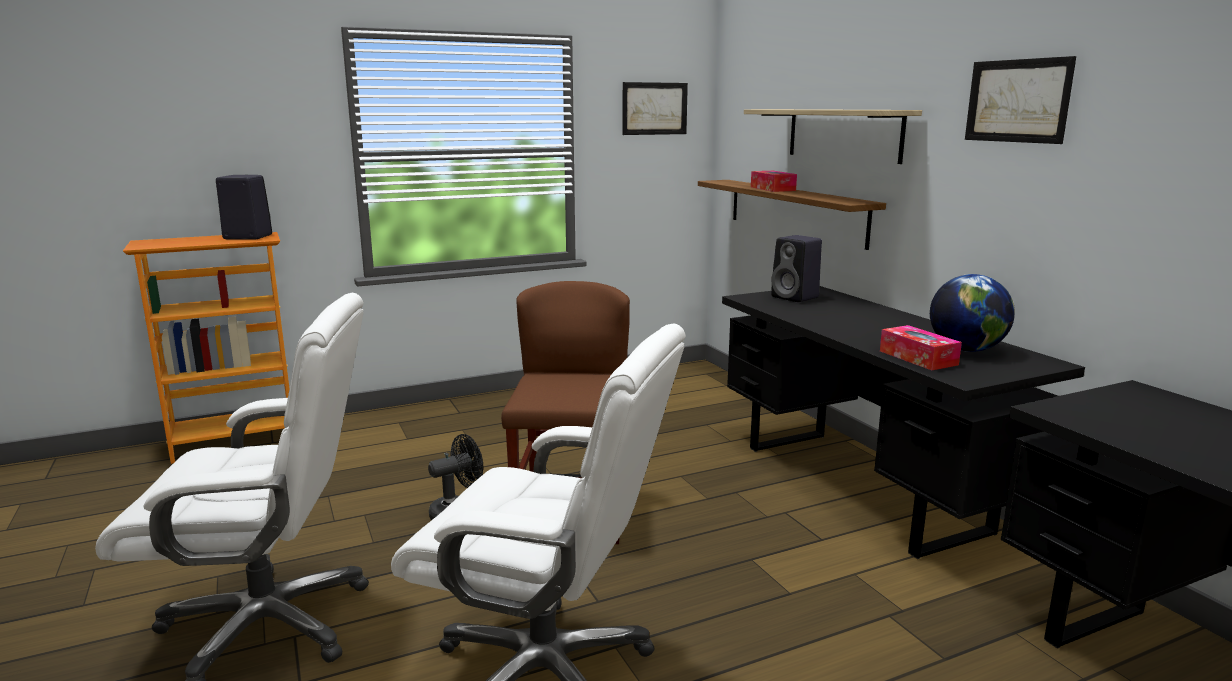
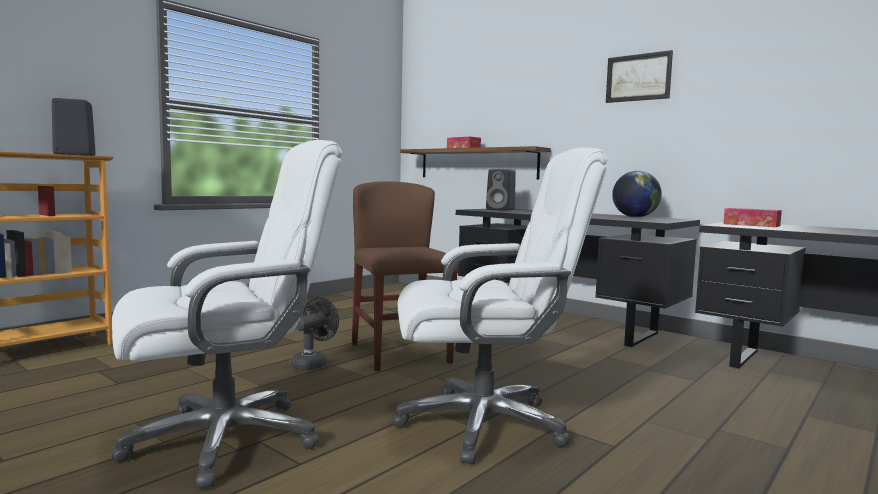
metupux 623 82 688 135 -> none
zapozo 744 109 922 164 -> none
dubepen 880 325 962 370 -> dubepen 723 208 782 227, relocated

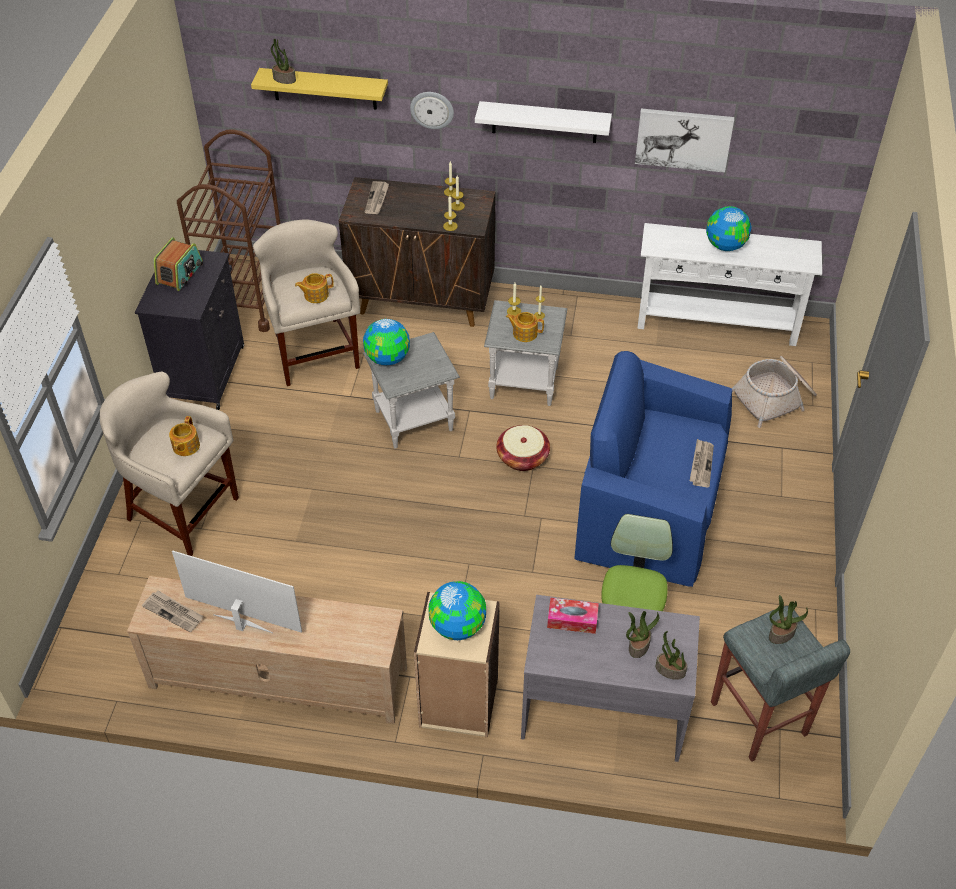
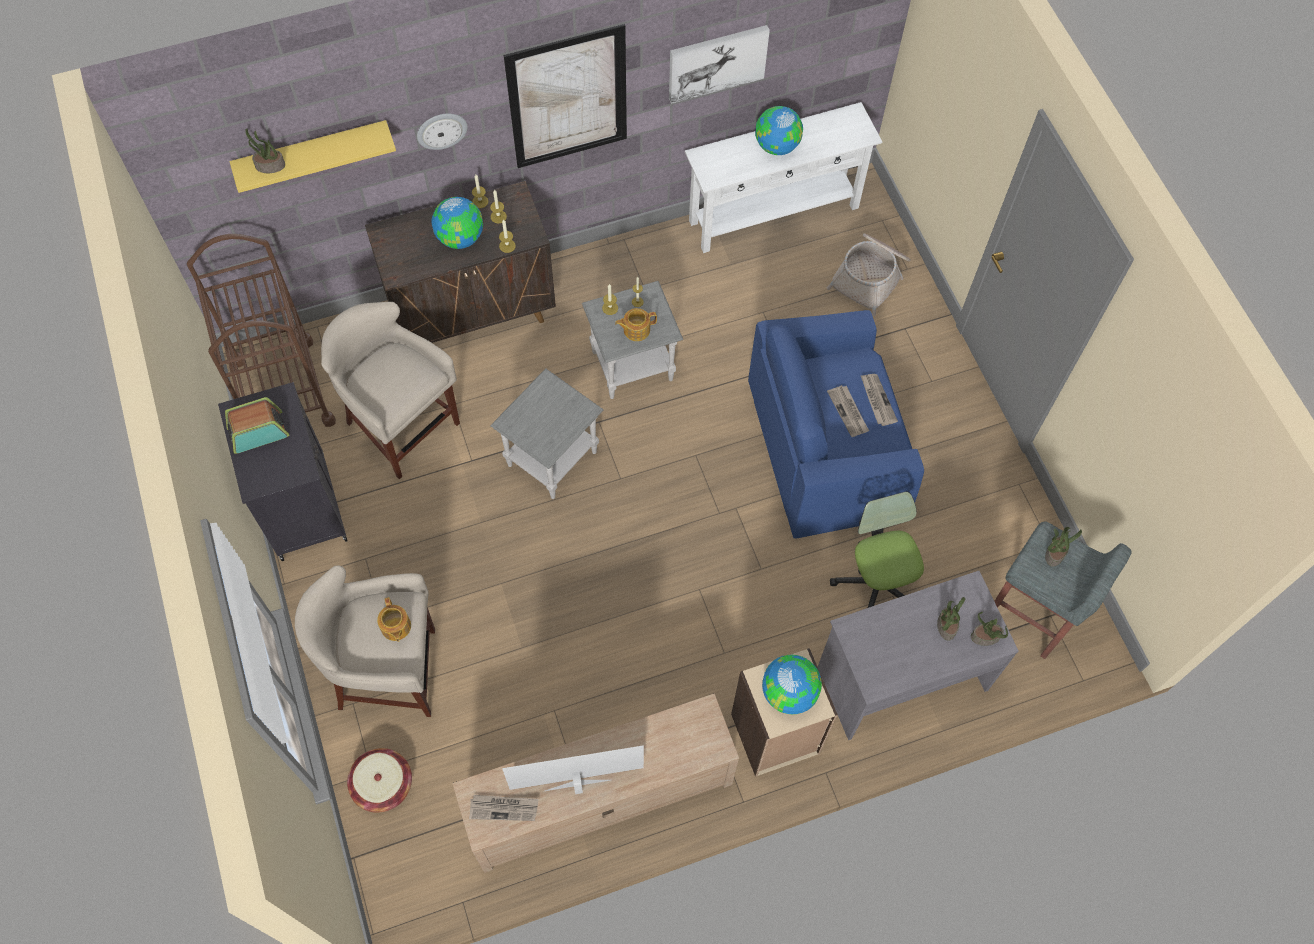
zapozo (white) 475 101 612 143 -> metupux 504 24 627 168
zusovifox 365 181 389 214 -> zusovifox 827 385 869 437, relocated
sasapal 154 237 203 291 -> sasapal 225 397 290 454, 105 degrees counterclockwise
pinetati 295 273 334 303 -> none
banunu 363 319 410 365 -> banunu 431 197 483 249, relocated
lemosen 496 425 550 471 -> lemosen 347 748 412 813, relocated
dubepen 547 598 599 634 -> none

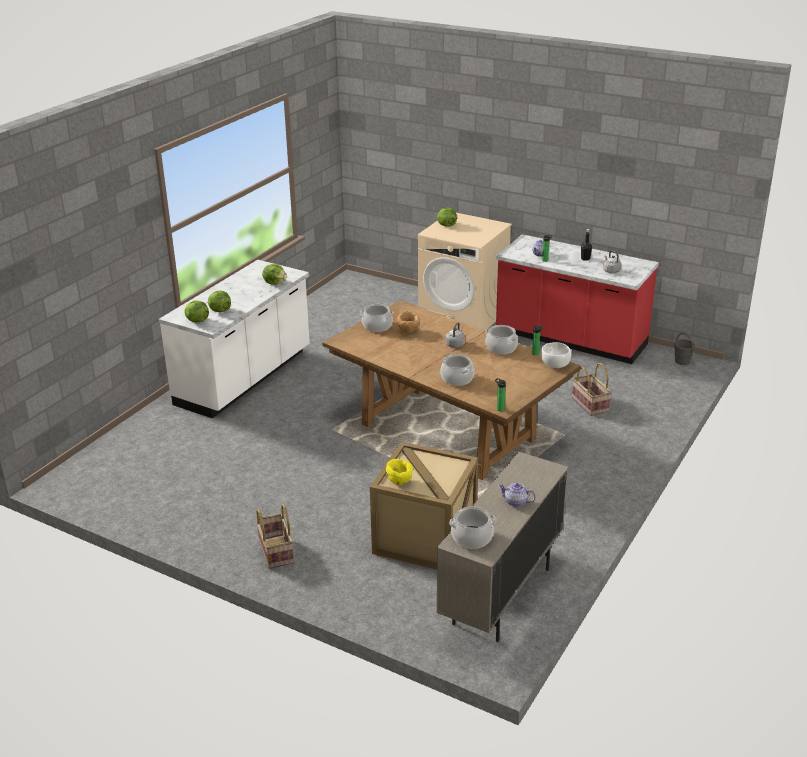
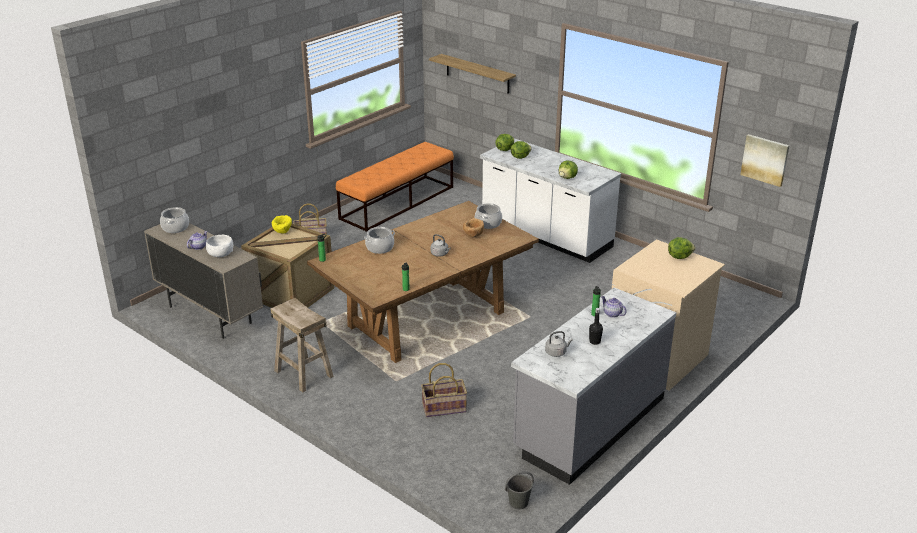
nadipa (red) 496 234 659 364 -> nadipa (grey) 511 287 676 485
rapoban 485 325 518 355 -> none
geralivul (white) 541 342 571 368 -> geralivul (white) 206 235 234 257, relocated
none -> zapozo 429 54 516 94
none -> metupux 740 134 789 187
none -> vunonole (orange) 336 142 454 232
none -> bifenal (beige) 270 298 334 392

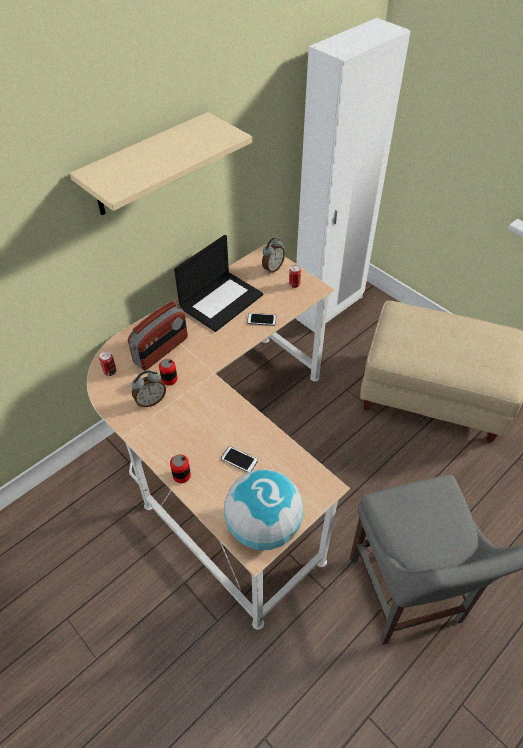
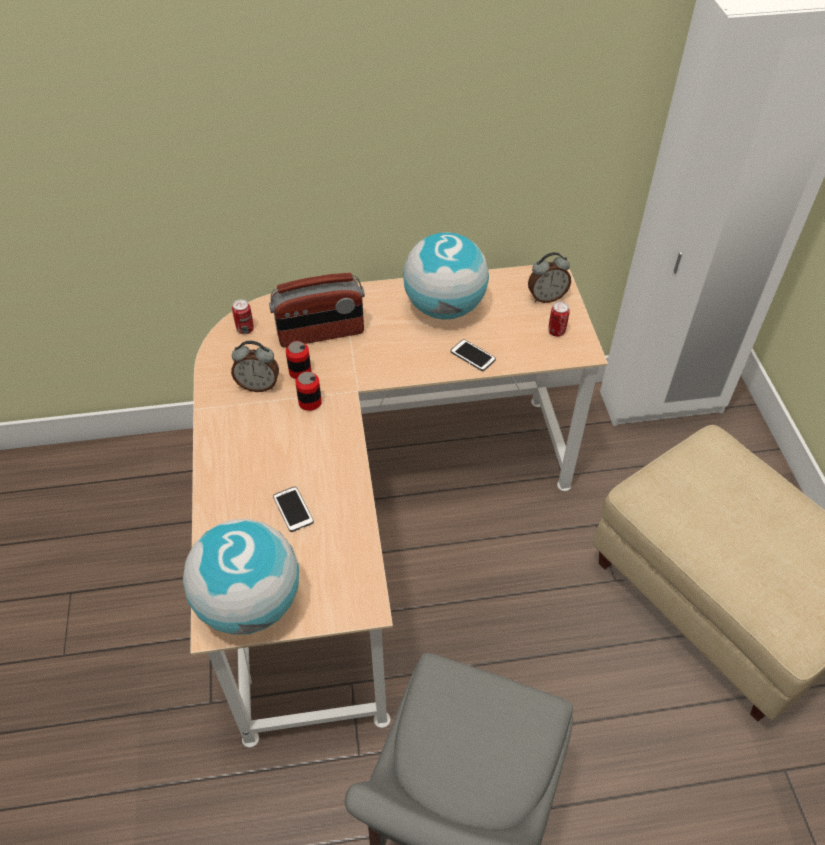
zapozo (beige) 70 112 252 215 -> none
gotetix 174 235 263 332 -> banunu 403 232 489 320
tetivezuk 170 455 191 483 -> tetivezuk 295 372 322 411, relocated

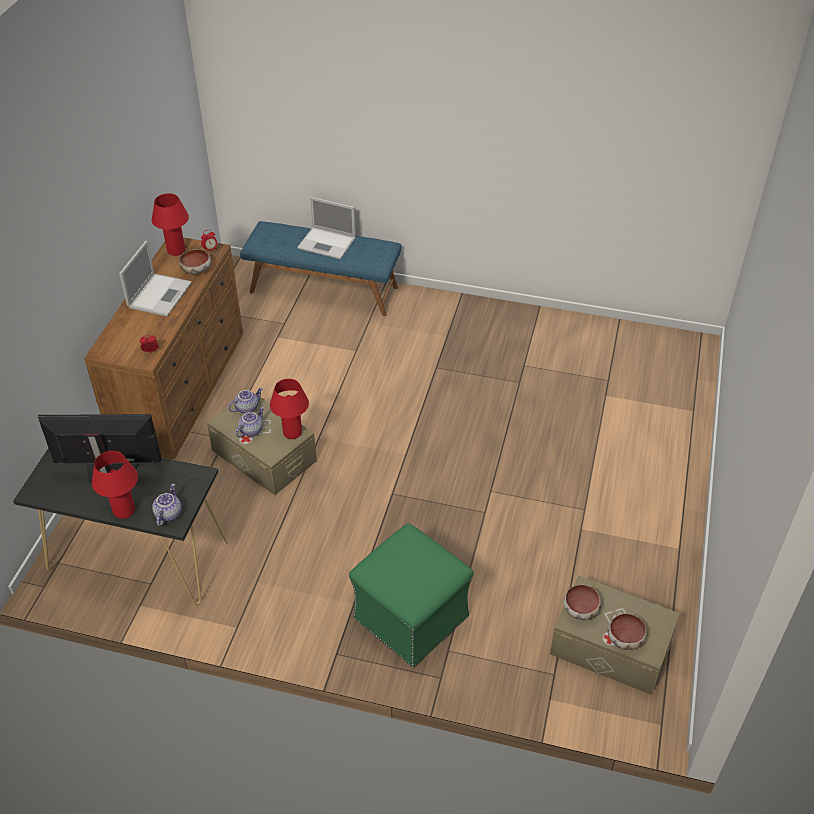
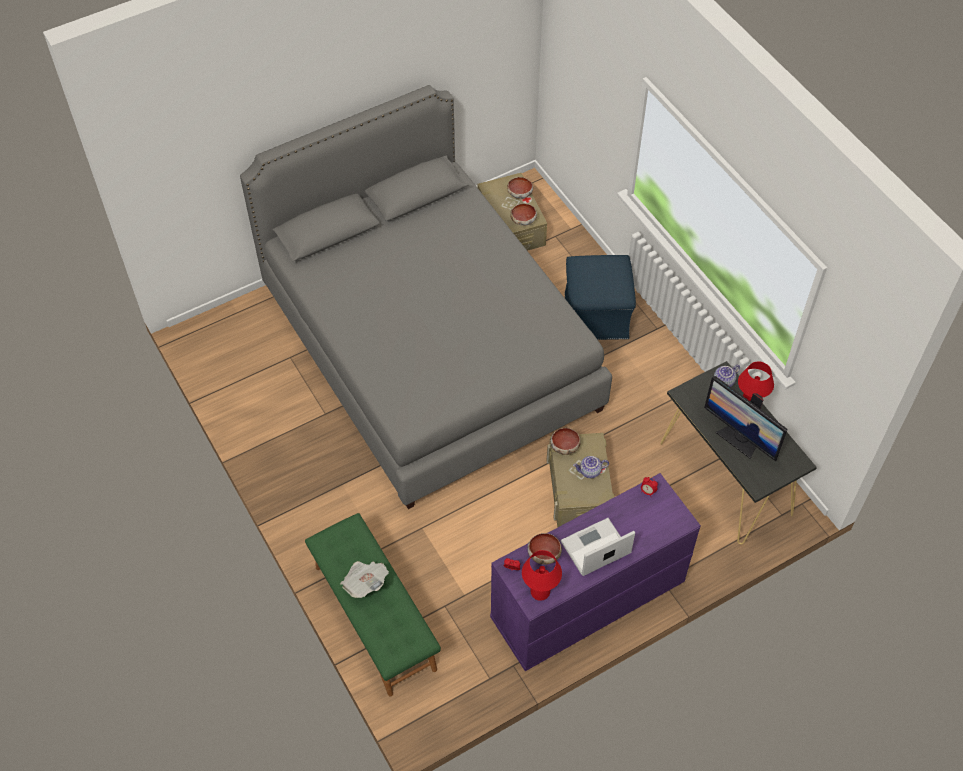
gotetix 297 197 356 260 -> zusovifox 340 561 389 598
vunonole (blue) 240 221 402 316 -> vunonole (green) 305 513 441 696
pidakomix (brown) 84 237 243 460 -> pidakomix (purple) 490 473 701 671
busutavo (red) 270 379 309 439 -> geralivul 551 428 581 455
pinetati 228 388 263 414 -> none
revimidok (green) 349 523 474 667 -> revimidok (blue) 564 255 636 340
none -> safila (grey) 240 85 612 509

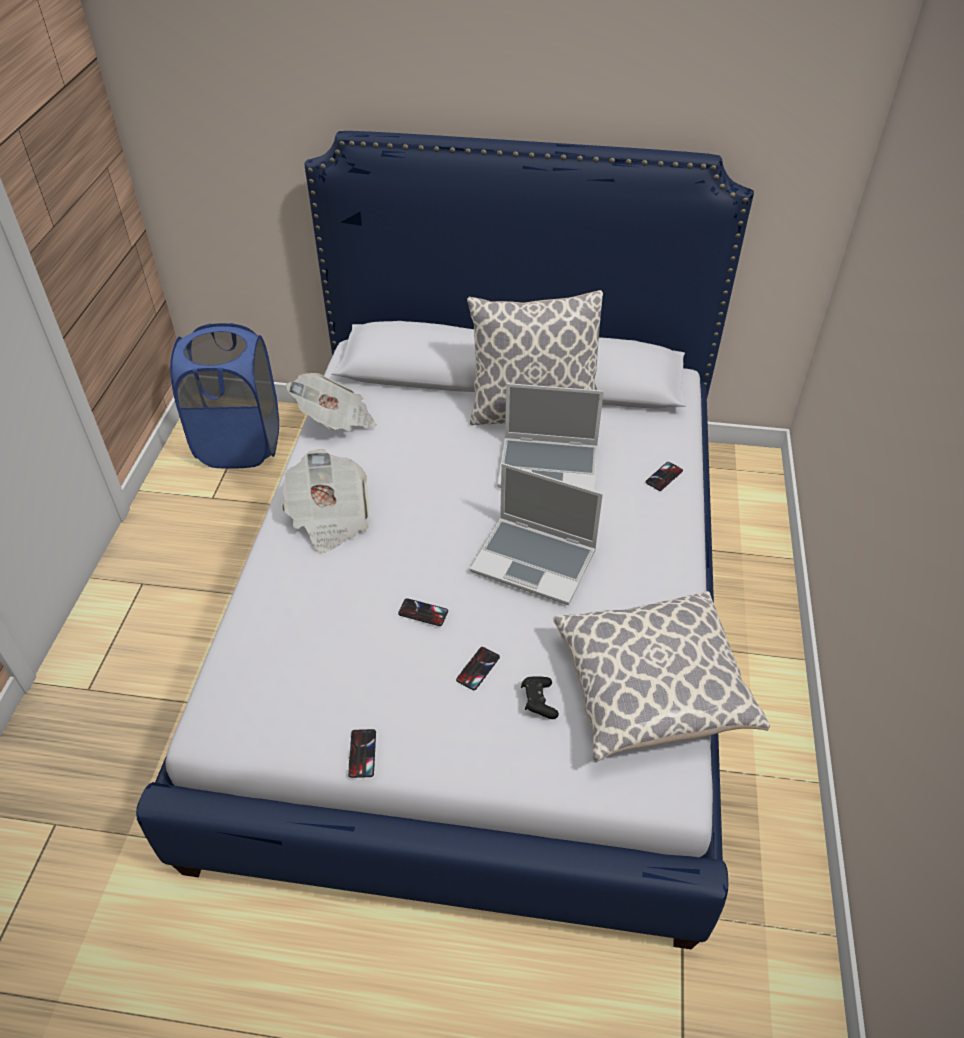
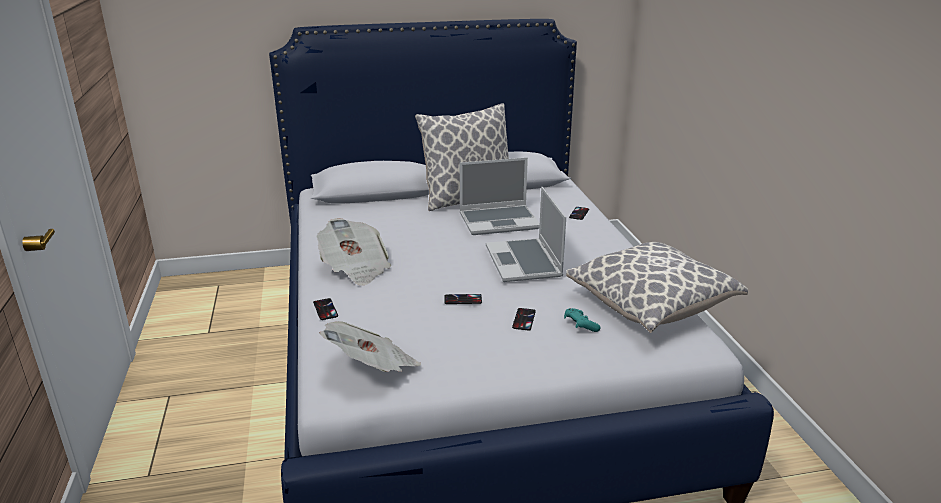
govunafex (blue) 170 323 279 469 -> none
zusovifox 286 373 377 431 -> zusovifox 319 321 421 372, relocated
gotetix 470 463 603 605 -> gotetix 486 187 566 282, 75 degrees clockwise
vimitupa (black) 521 676 559 719 -> vimitupa (turquoise) 564 308 600 332
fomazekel 348 729 376 778 -> fomazekel 313 298 338 320, relocated

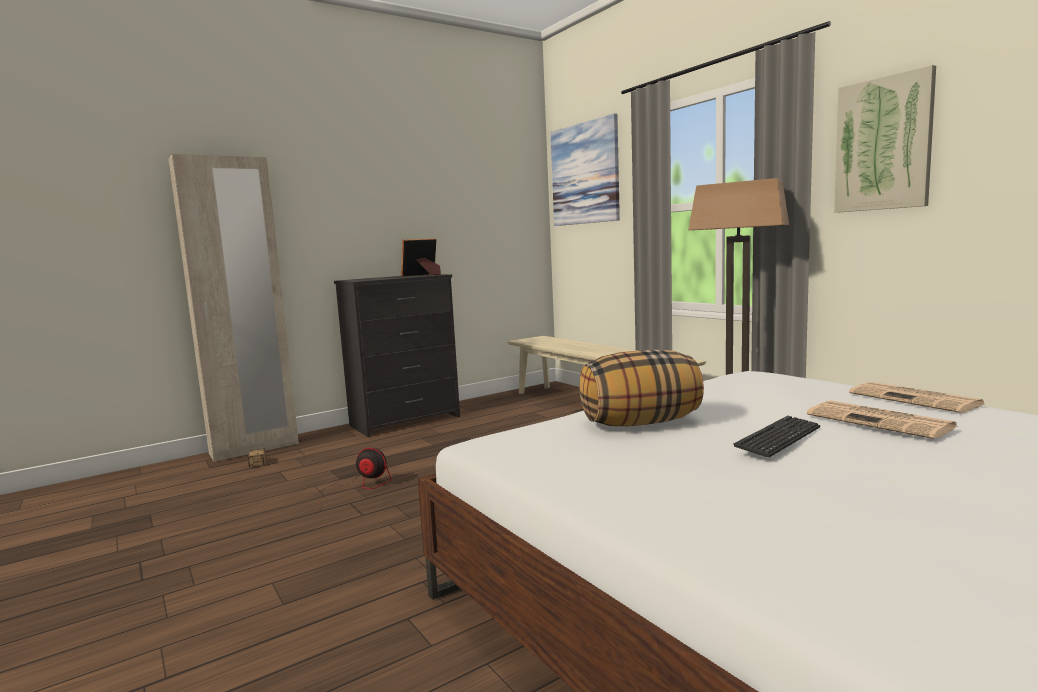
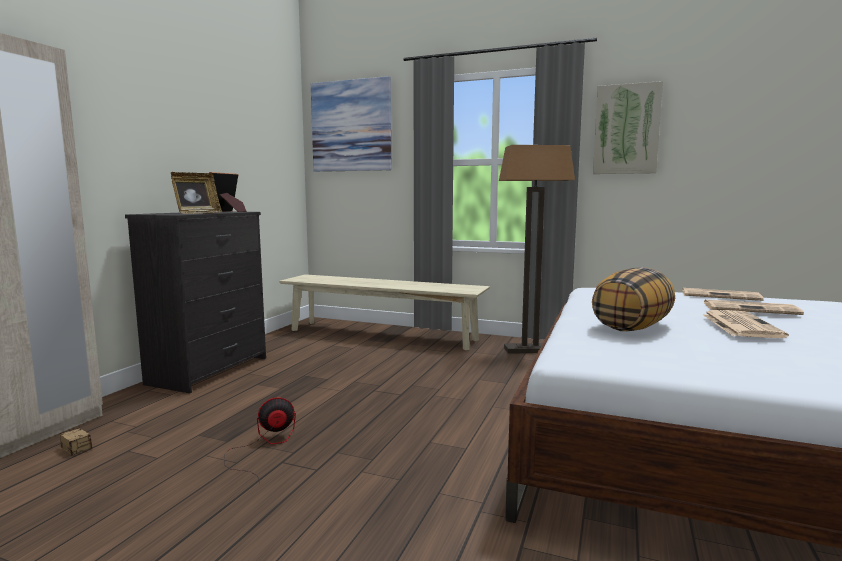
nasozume 733 416 820 458 -> zusovifox 703 310 789 338
none -> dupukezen 171 172 222 214

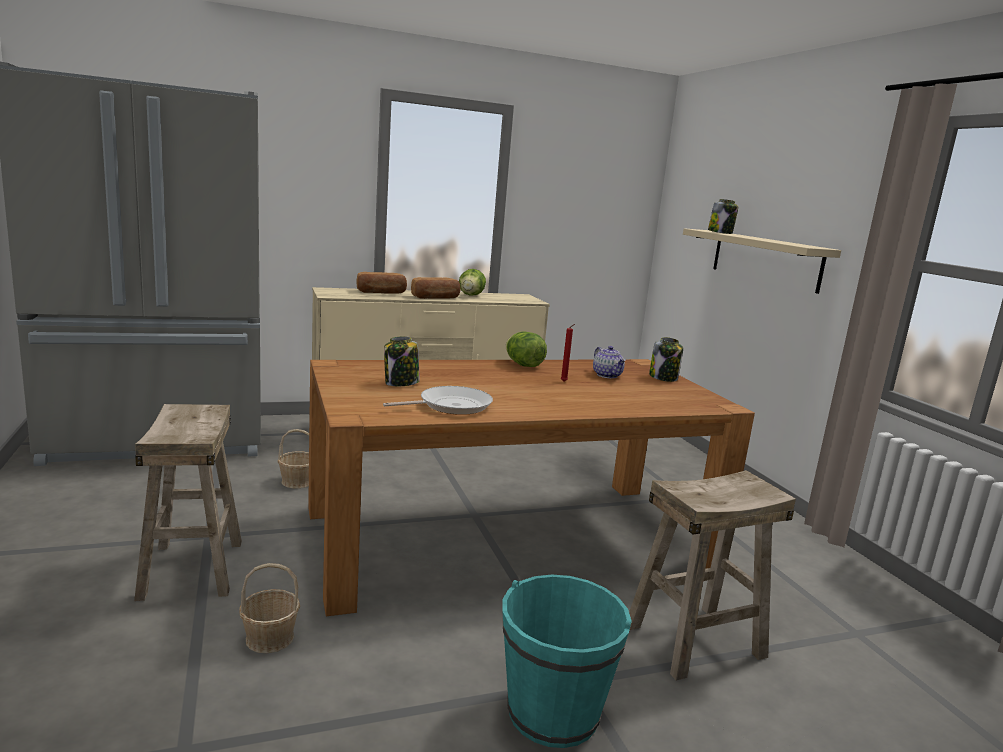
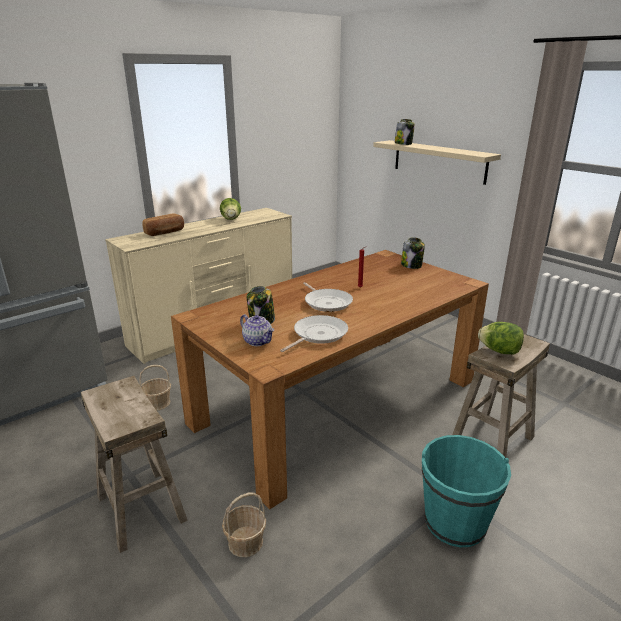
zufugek 411 277 460 299 -> none
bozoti 506 331 547 367 -> bozoti 478 322 524 355, relocated
pinetati 593 346 626 378 -> pinetati 240 314 274 346, relocated
none -> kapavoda 303 282 353 312

